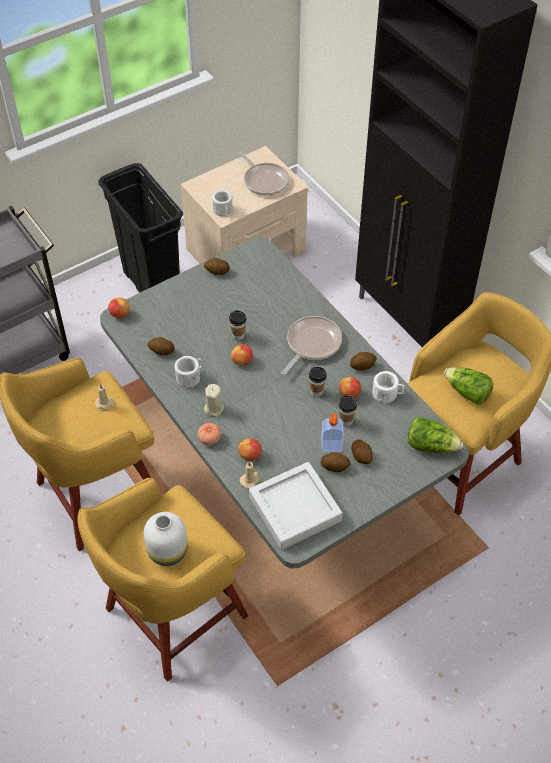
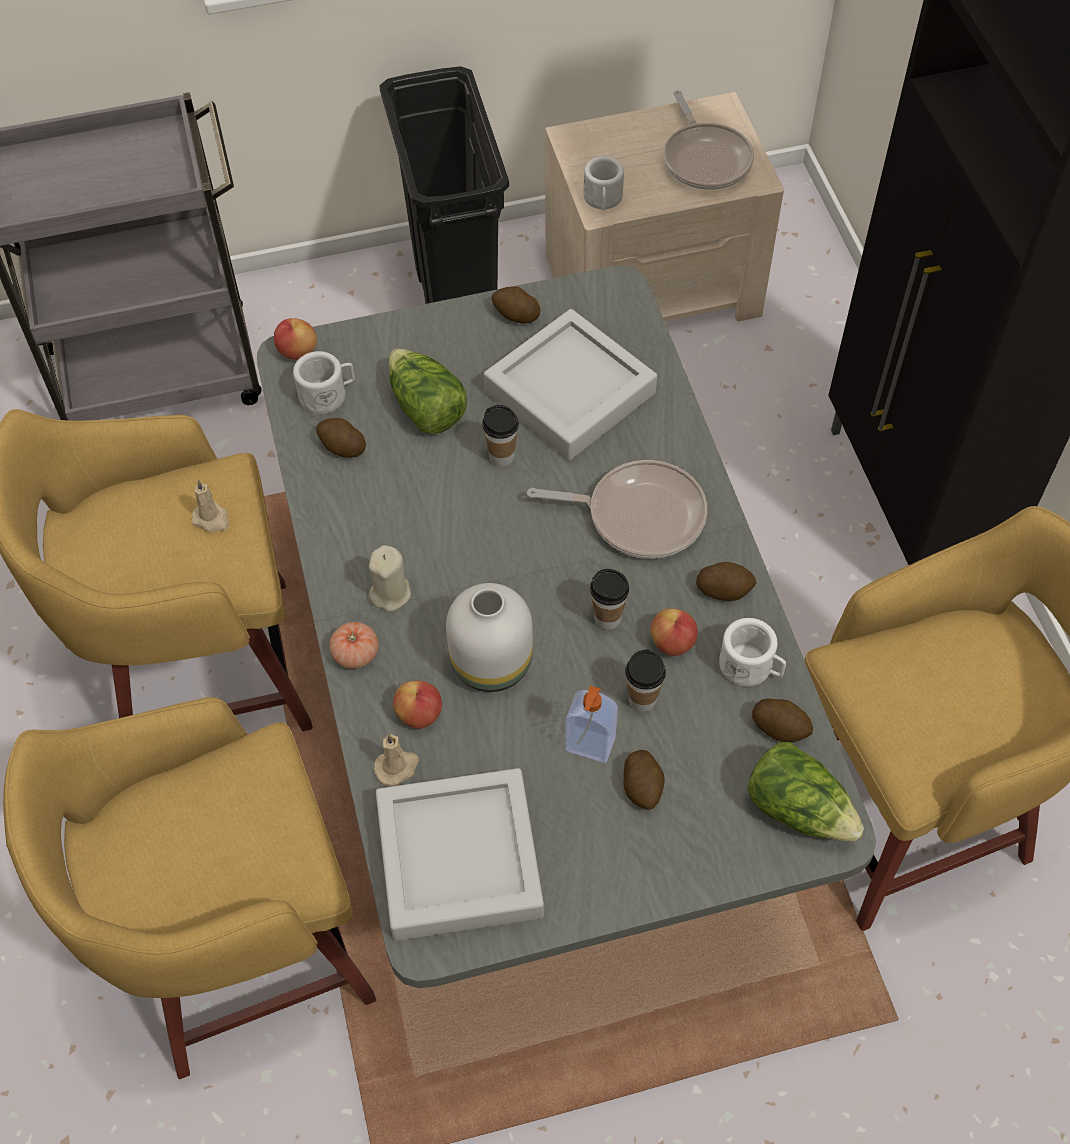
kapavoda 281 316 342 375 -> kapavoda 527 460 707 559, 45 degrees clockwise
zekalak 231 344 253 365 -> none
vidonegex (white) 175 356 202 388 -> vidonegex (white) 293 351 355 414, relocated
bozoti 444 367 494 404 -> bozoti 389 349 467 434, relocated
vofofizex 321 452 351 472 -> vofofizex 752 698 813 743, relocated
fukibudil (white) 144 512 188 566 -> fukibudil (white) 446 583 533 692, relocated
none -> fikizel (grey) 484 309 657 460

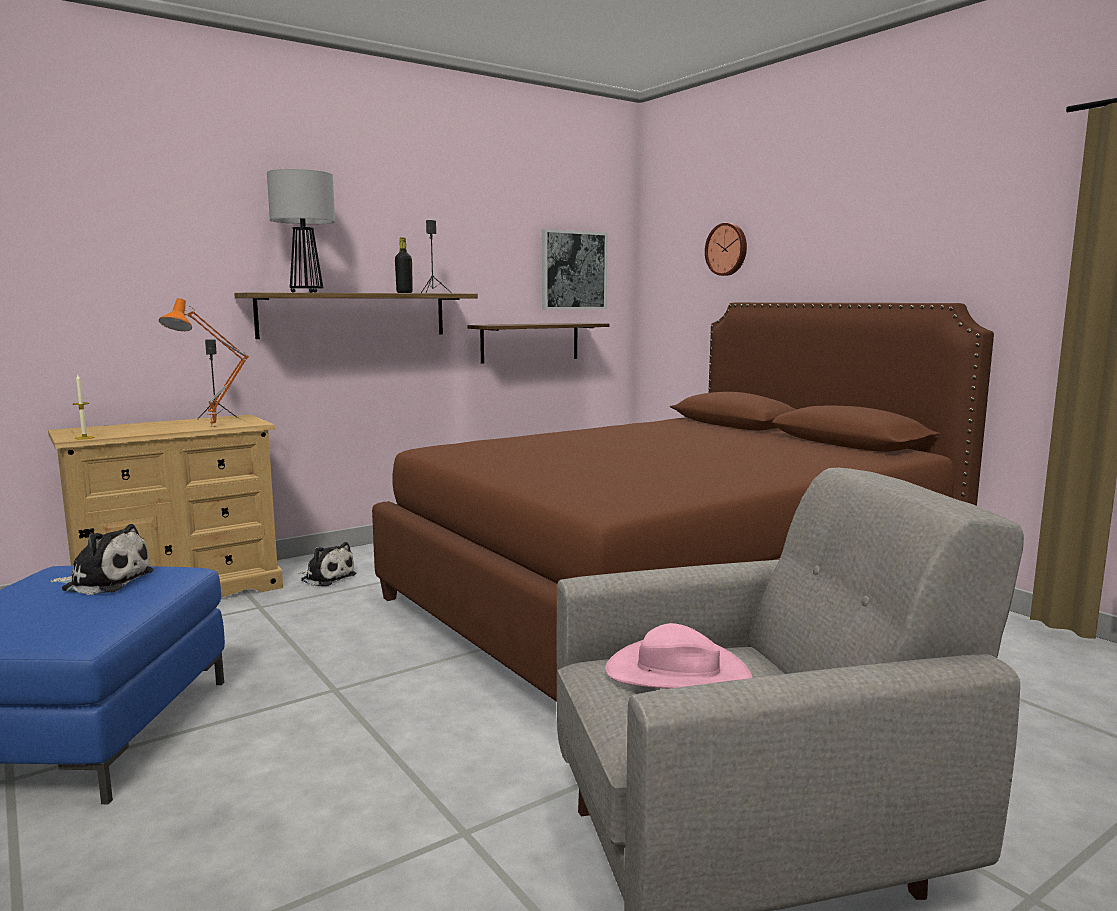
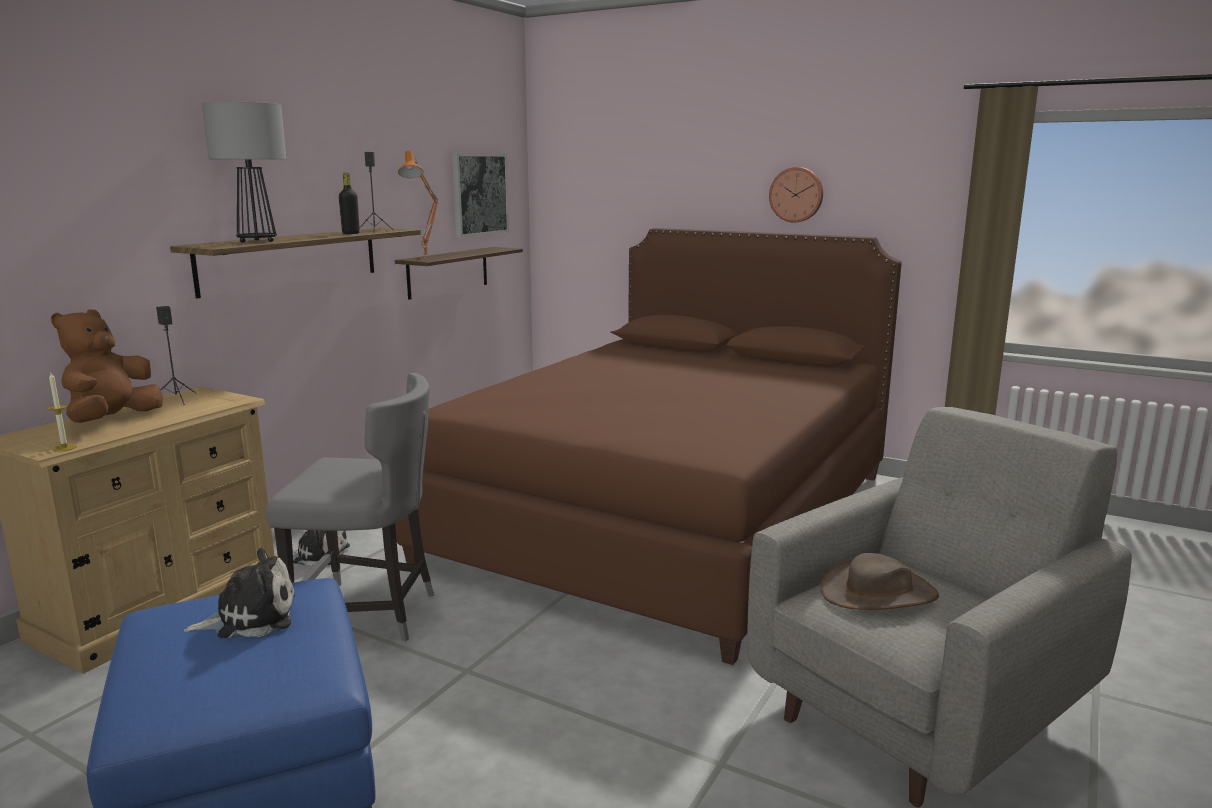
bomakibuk 705 223 747 276 -> bomakibuk 769 167 823 223, relocated
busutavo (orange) 159 298 249 427 -> busutavo (orange) 398 150 439 258, relocated
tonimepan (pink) 605 623 753 689 -> tonimepan (brown) 820 553 939 610
none -> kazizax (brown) 51 309 163 423
none -> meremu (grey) 266 373 434 641

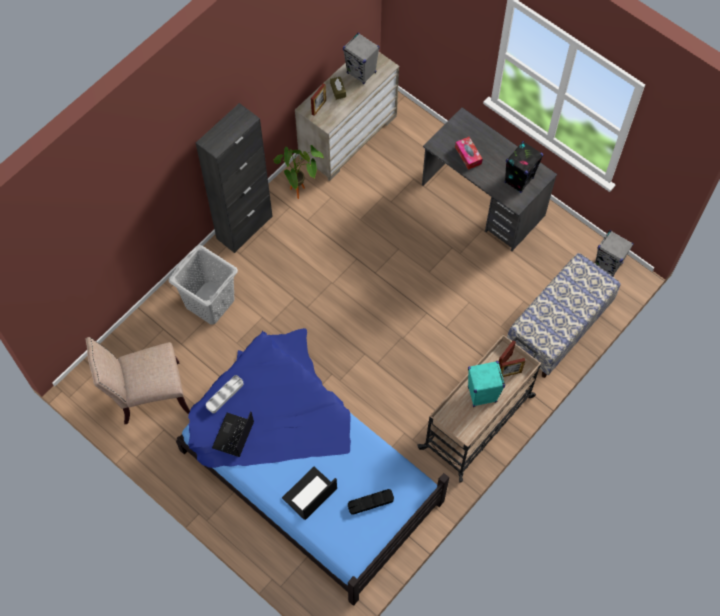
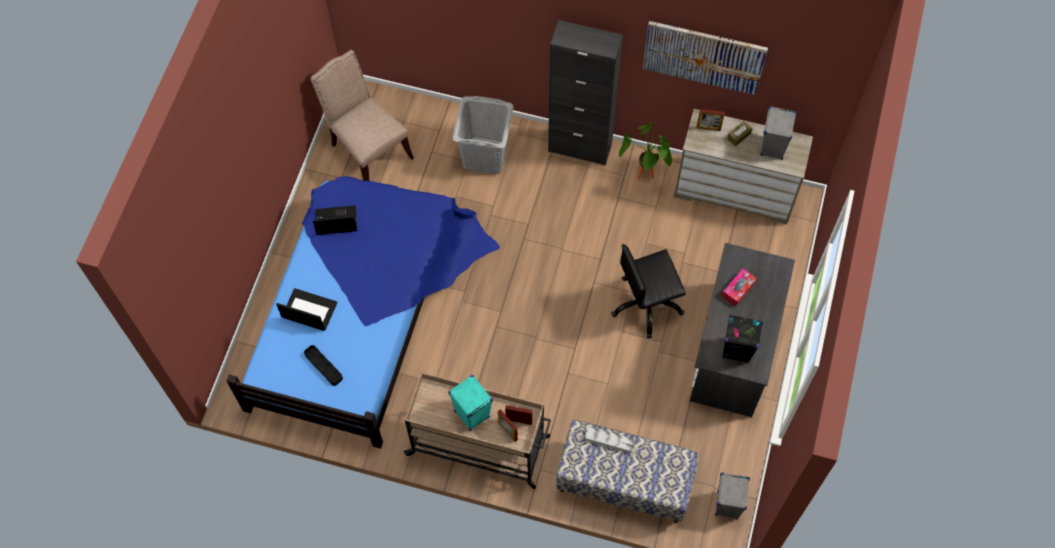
fikizel (grey) 206 375 244 413 -> fikizel (grey) 585 427 635 453, relocated
none -> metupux 643 21 768 95
none -> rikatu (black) 611 244 686 338

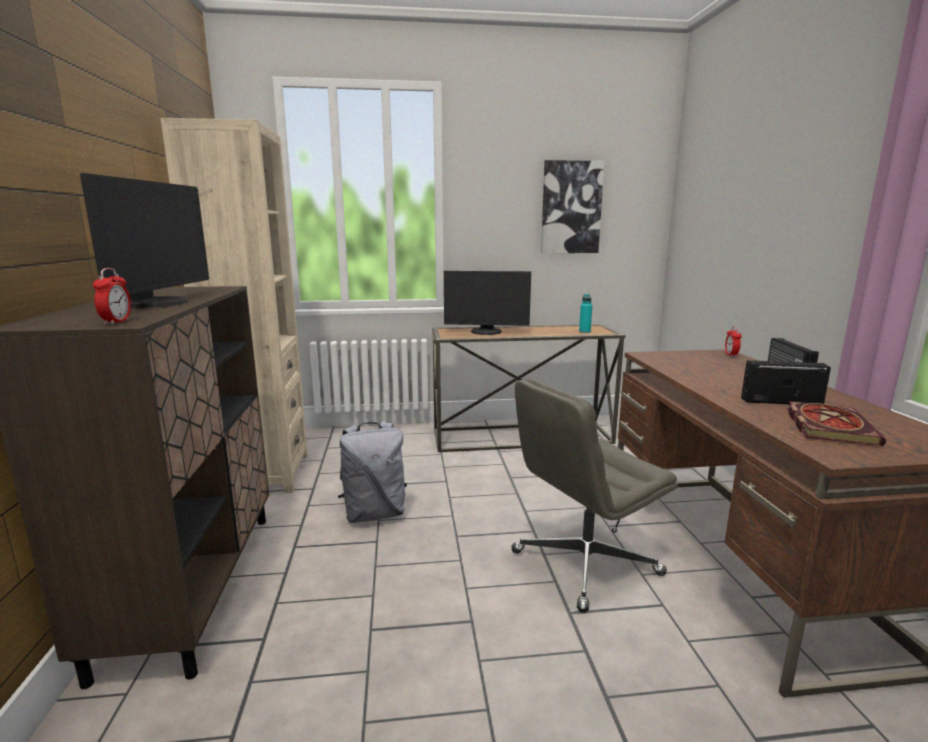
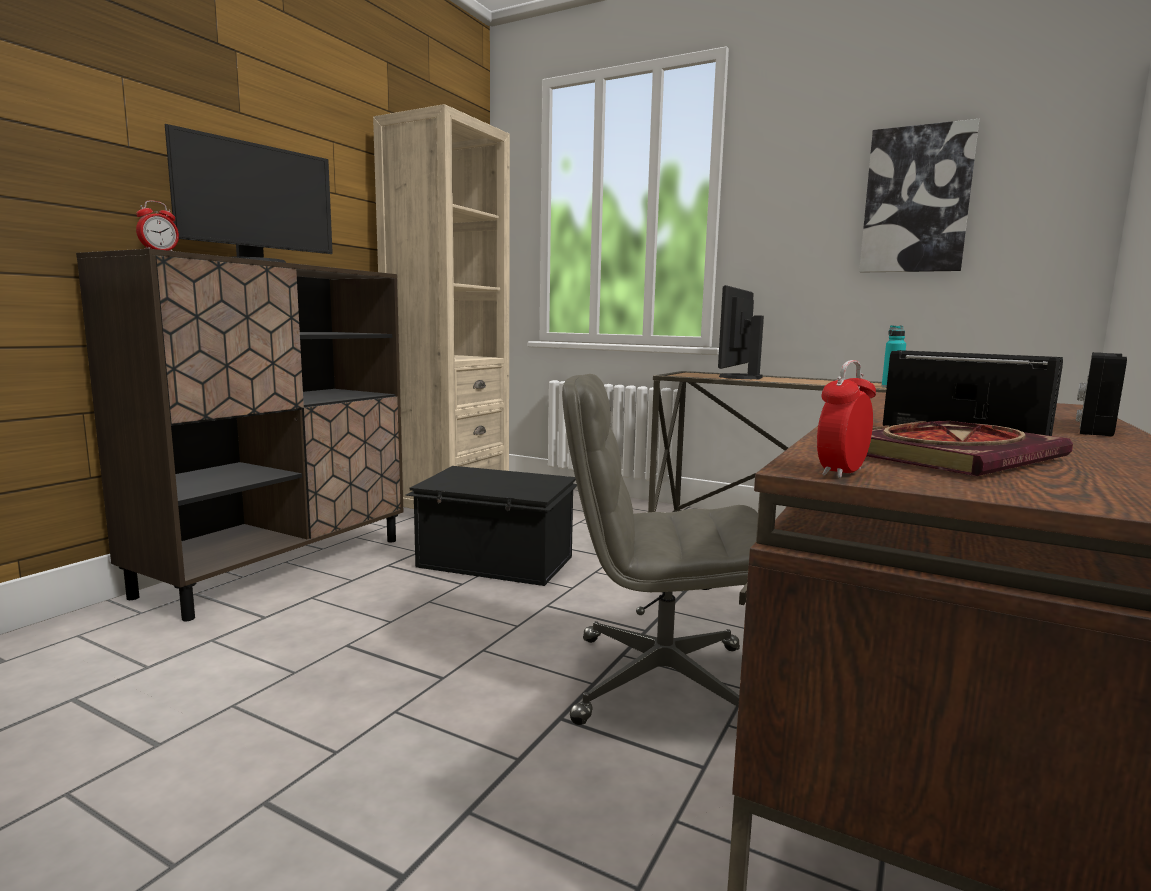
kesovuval 444 271 531 335 -> kesovuval 718 285 764 379, 75 degrees clockwise
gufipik 725 326 741 357 -> gufipik 817 360 876 478, relocated
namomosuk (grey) 338 421 407 523 -> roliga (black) 406 466 577 586

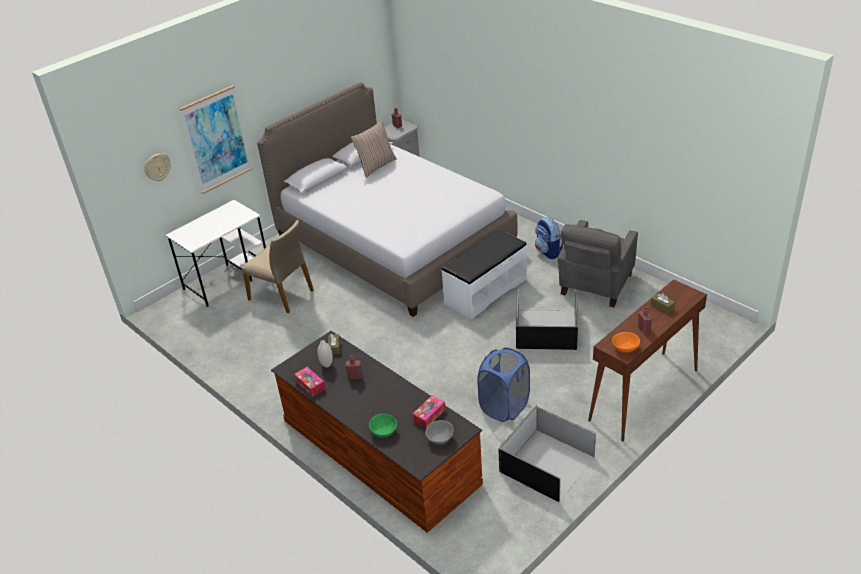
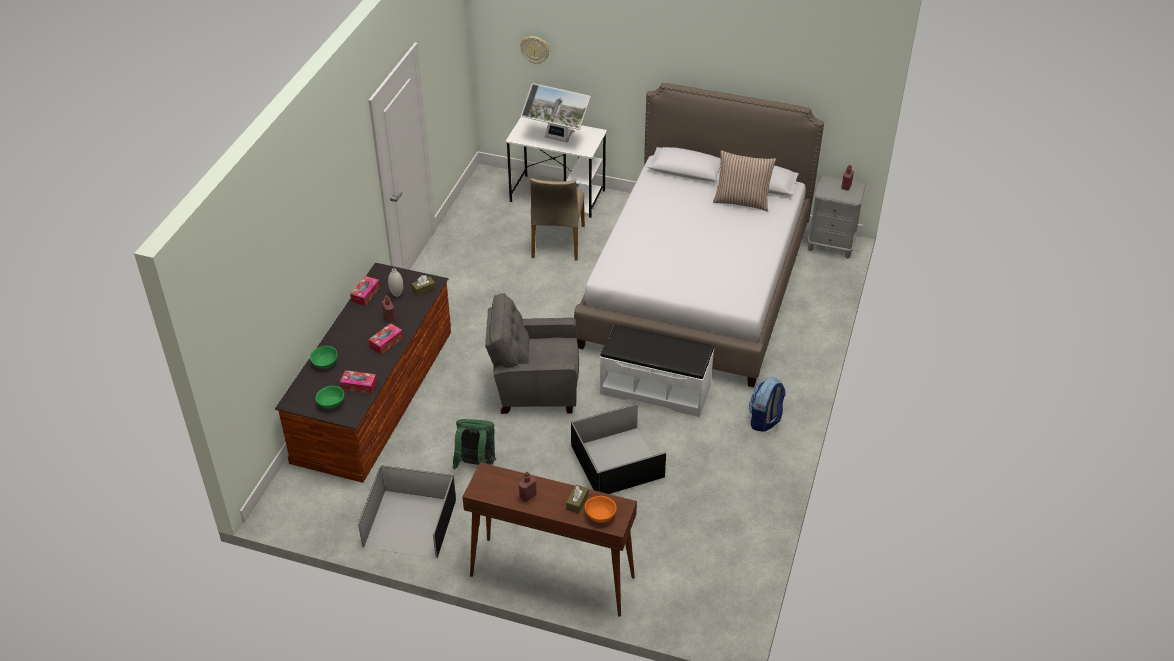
metupux 179 85 252 194 -> none
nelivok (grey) 558 220 638 308 -> nelivok (grey) 485 293 579 414, relocated
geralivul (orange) 612 332 640 353 -> geralivul (orange) 585 496 617 523, relocated
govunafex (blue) 477 348 530 422 -> namomosuk (green) 452 419 496 469
geralivul (grey) 426 420 453 445 -> geralivul (green) 316 386 344 409
none -> kesovuval 521 83 591 143
none -> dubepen 368 323 403 354

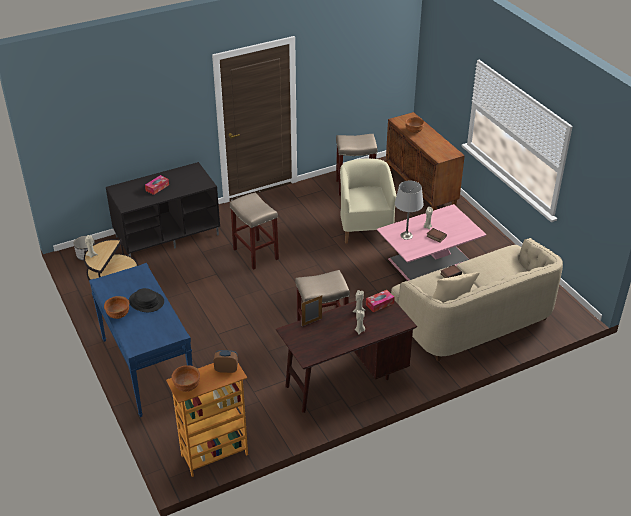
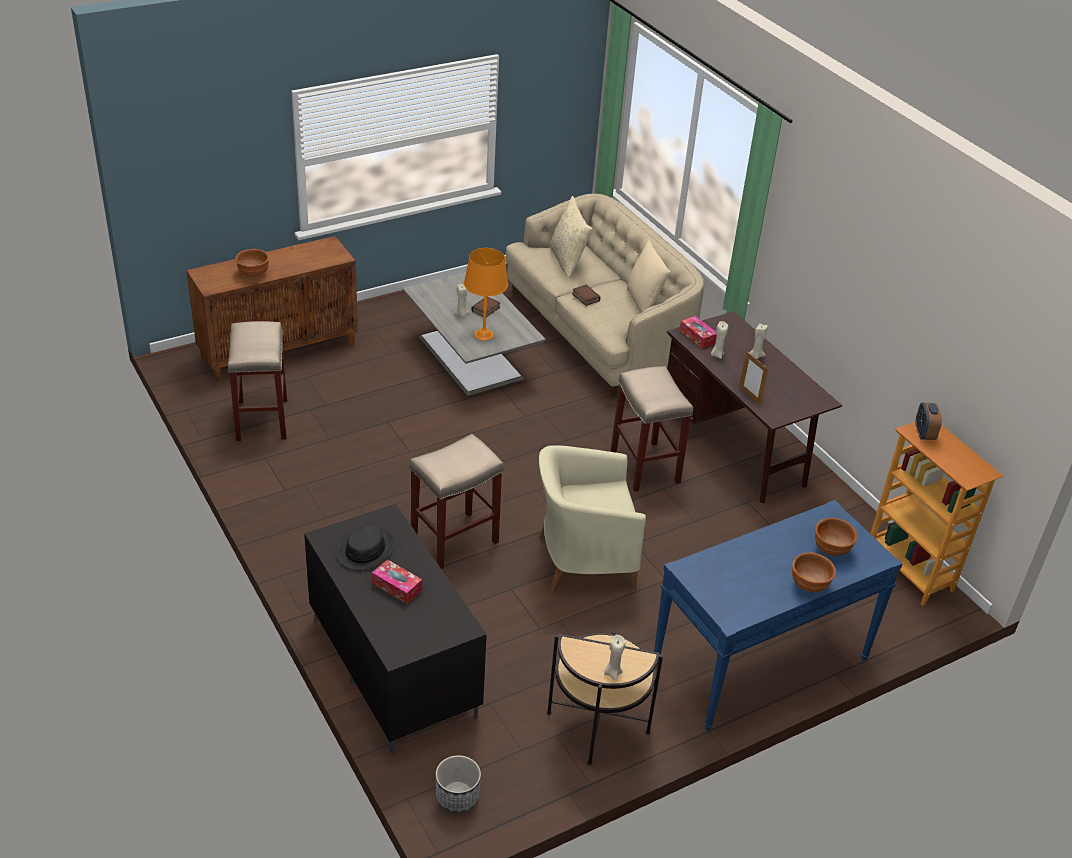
nelivok (beige) 340 159 396 244 -> nelivok (beige) 539 445 646 592, relocated
busutavo (grey) 395 181 424 240 -> busutavo (orange) 464 248 508 341
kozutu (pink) 377 204 487 281 -> kozutu (grey) 403 272 546 396
tonimepan (black) 129 288 164 312 -> tonimepan (black) 336 526 395 570, relocated
geralivul (brown) 171 365 200 392 -> geralivul (brown) 815 518 858 556, relocated
none -> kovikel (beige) 549 196 593 279

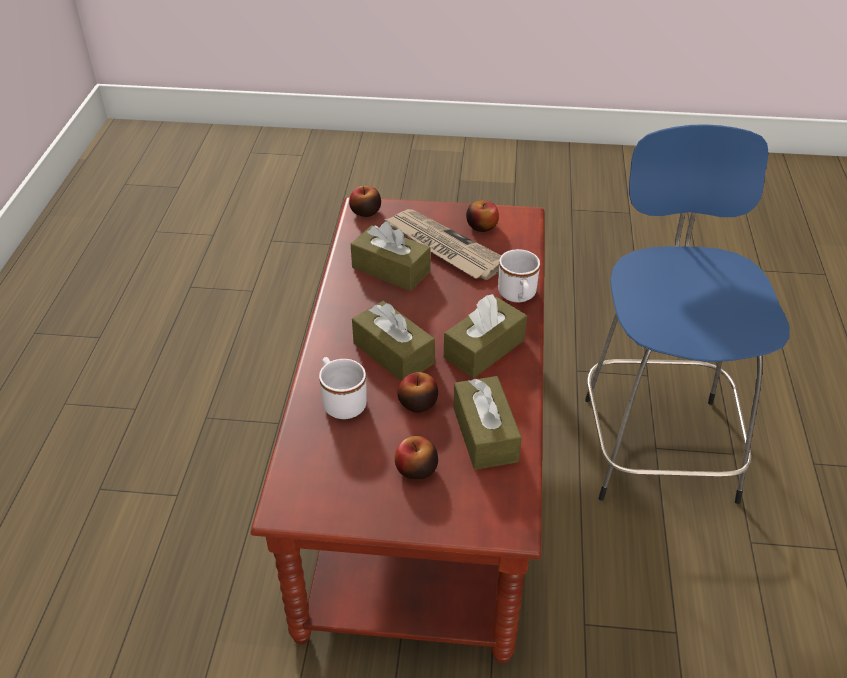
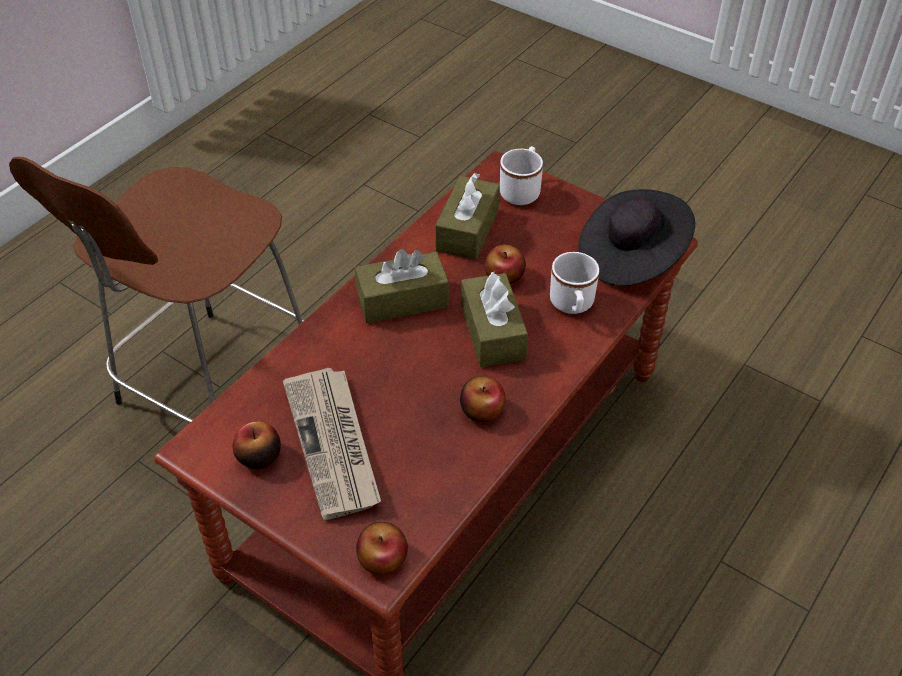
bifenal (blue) 585 124 790 504 -> bifenal (brown) 9 157 304 423
dubepen (brown) 351 222 431 291 -> none
vidonegex (white) 498 249 540 302 -> vidonegex (white) 500 146 543 205, relocated
zekalak 395 436 438 479 -> zekalak 460 376 506 422, relocated
none -> tonimepan (black) 578 189 695 286

